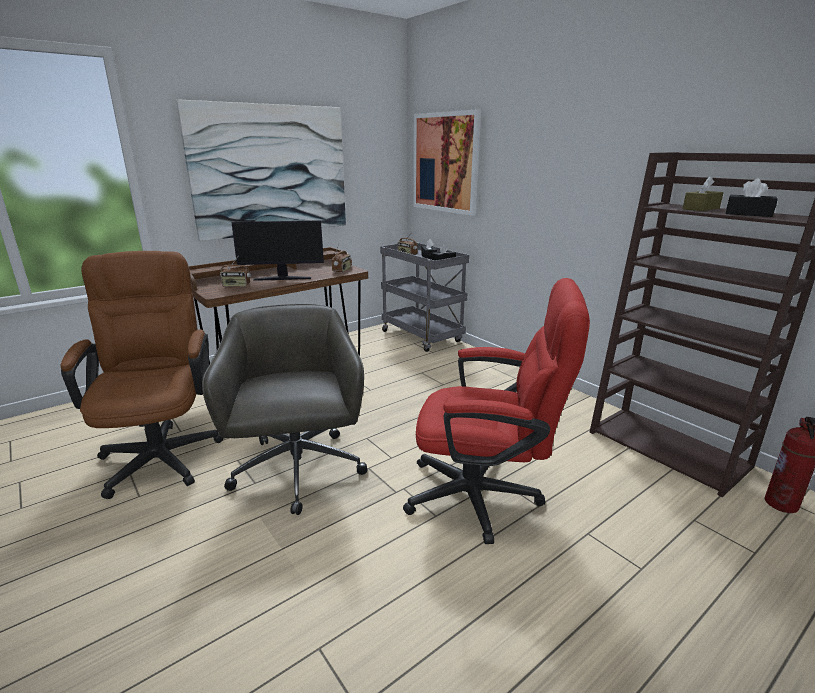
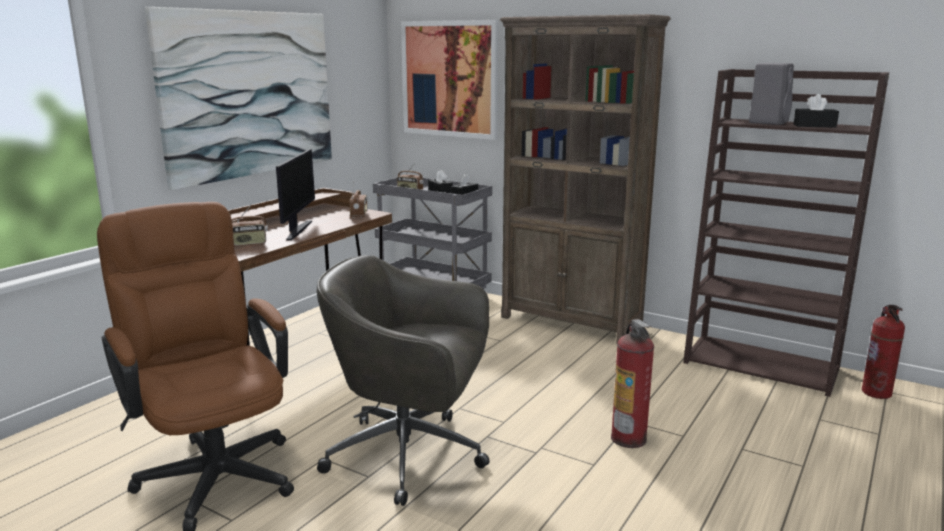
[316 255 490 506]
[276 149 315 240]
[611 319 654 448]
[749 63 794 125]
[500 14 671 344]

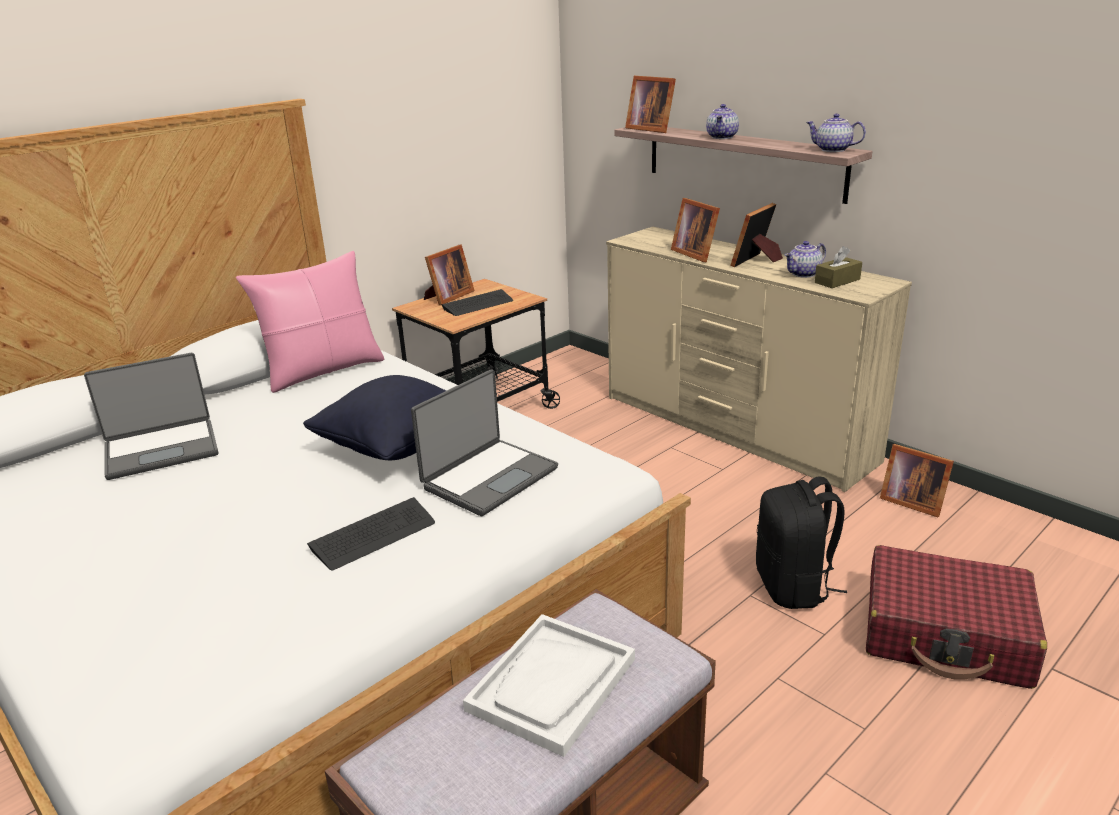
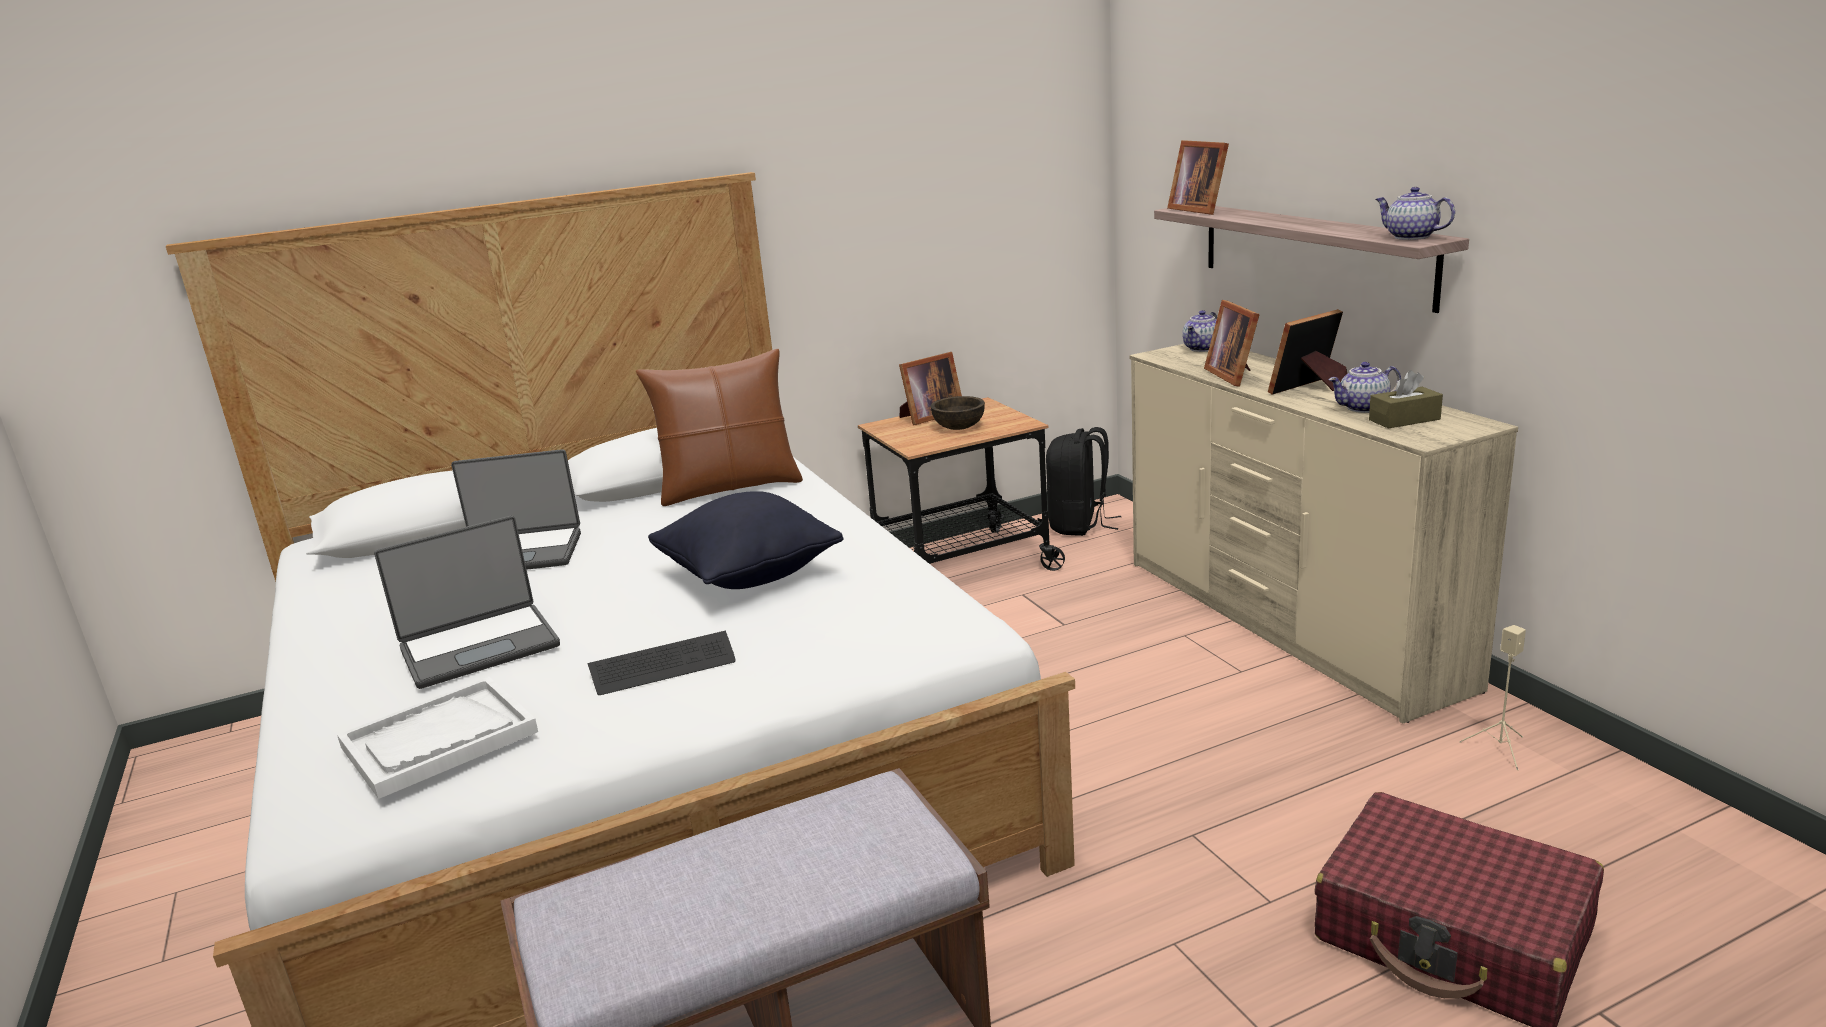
[636 349 803 506]
[374 516 560 689]
[931 396 985 430]
[337 677 538 799]
[1182 310 1217 352]
[1046 427 1122 536]
[1459 625 1526 770]

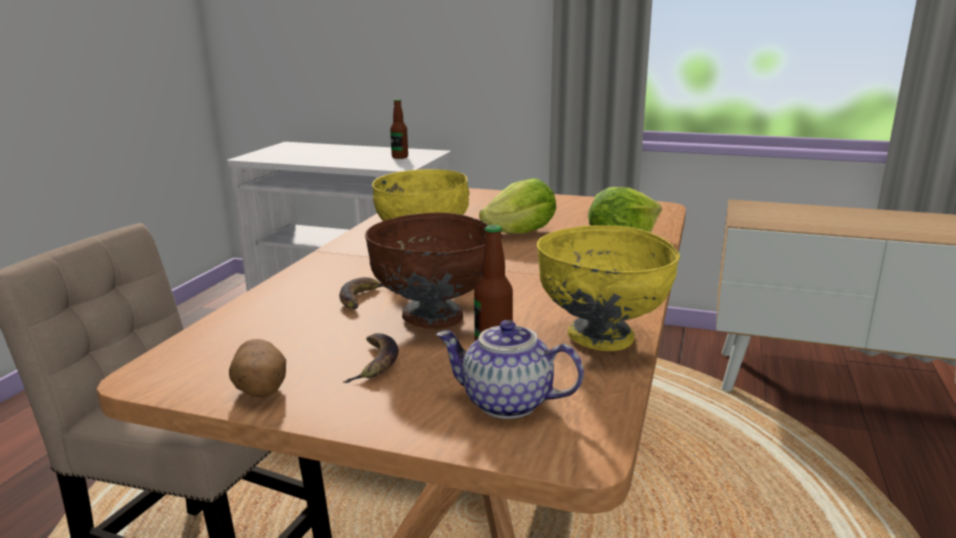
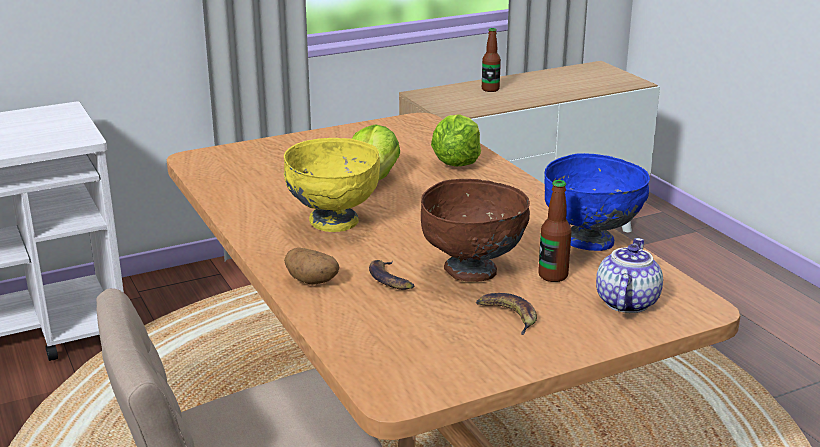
[284 248 339 285]
[482 28 501 92]
[596 238 663 313]
[545 153 650 251]

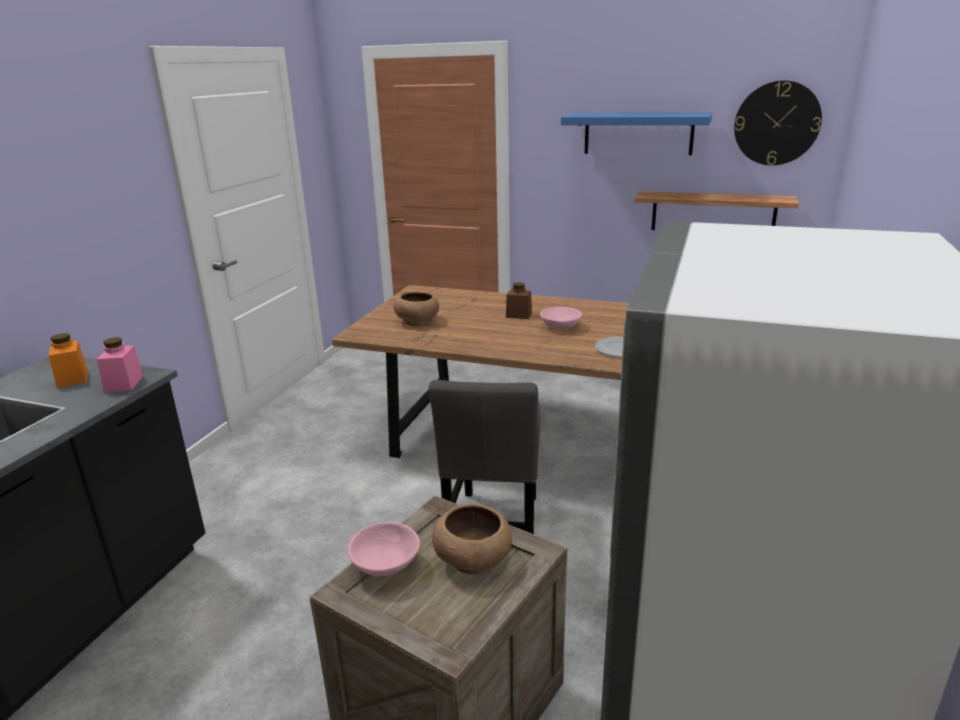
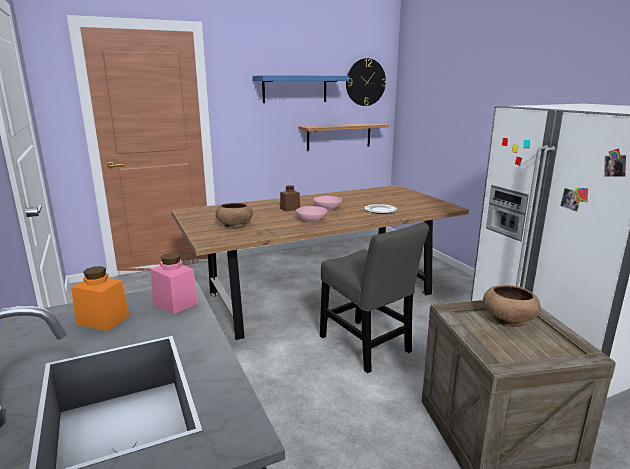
[296 206 327 222]

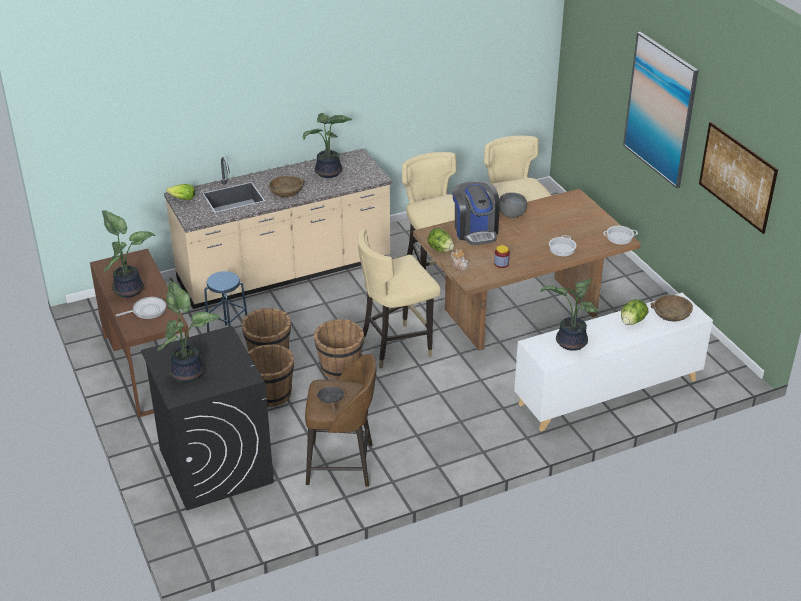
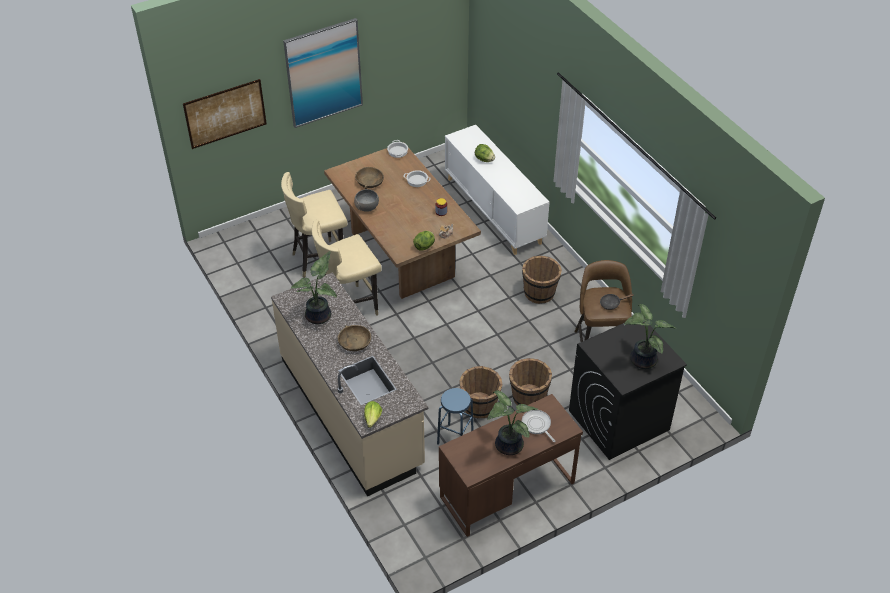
[522 256 562 304]
[358 228 441 369] (first image)
[452 181 500 245] (first image)
[540 279 599 351] (first image)
[355 167 384 189]
[183 79 267 149]

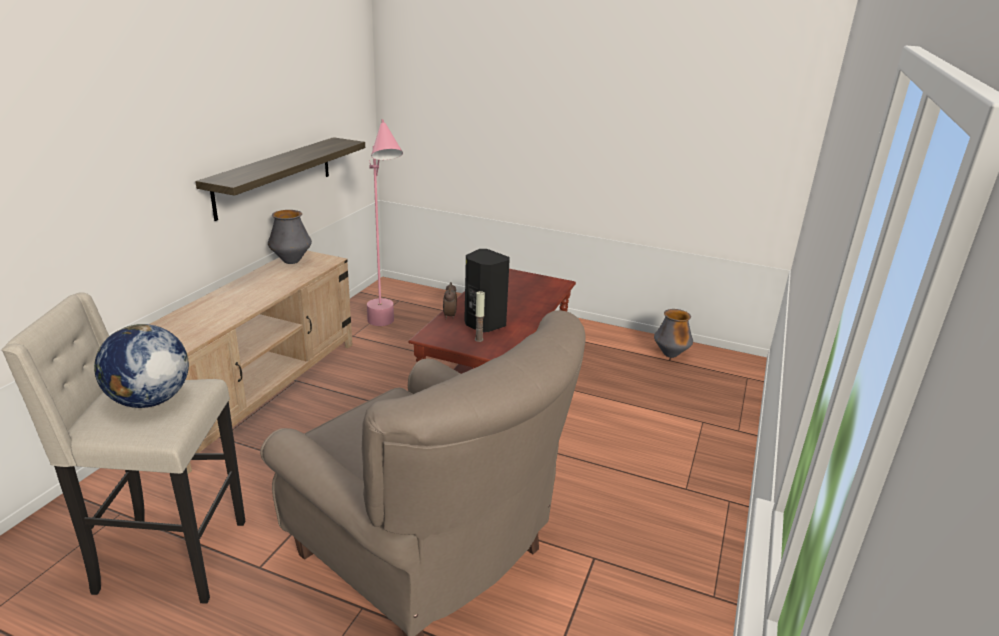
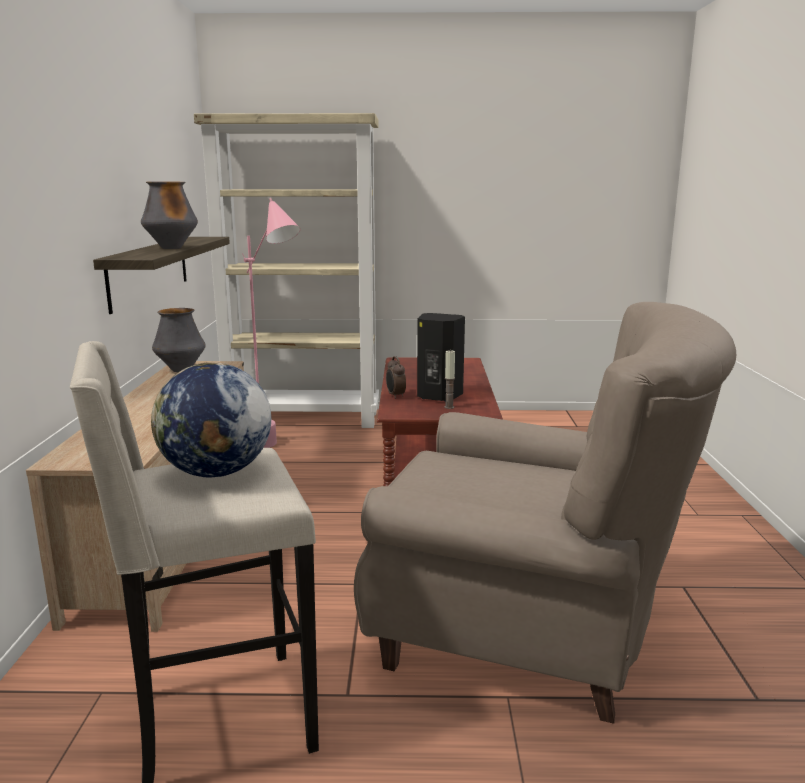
[141 182 198 249]
[194 113 379 428]

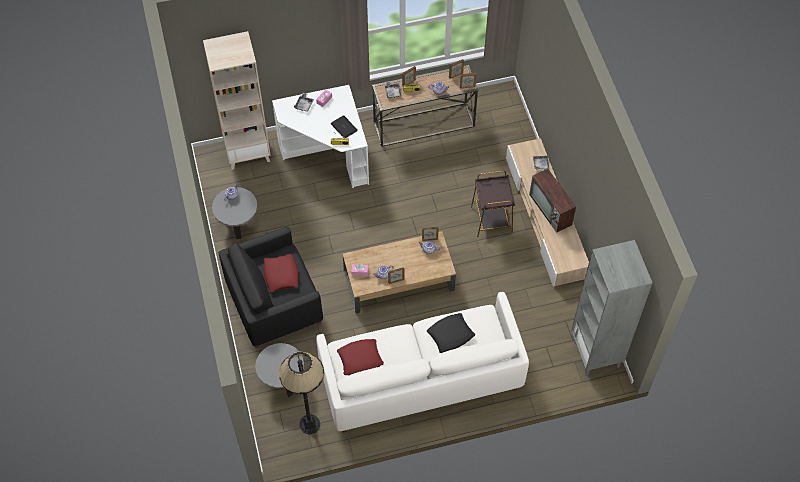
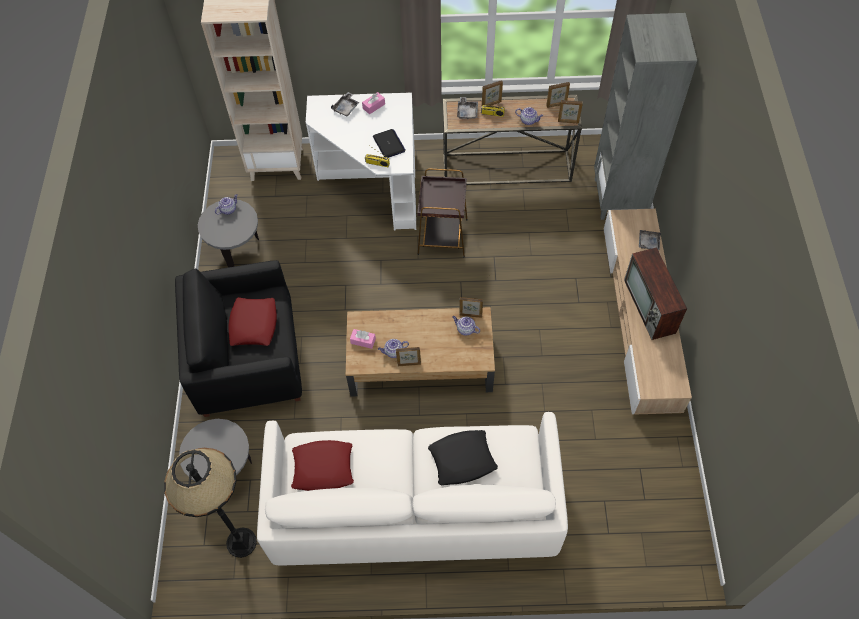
[417 168 468 257]
[594 13 697 220]

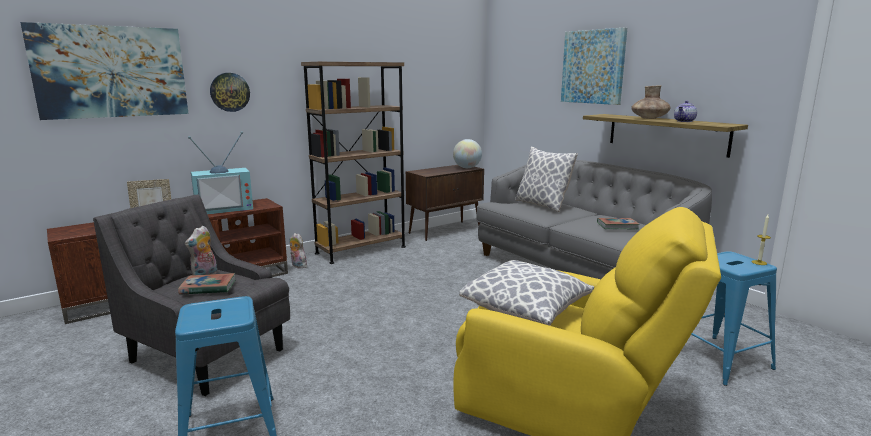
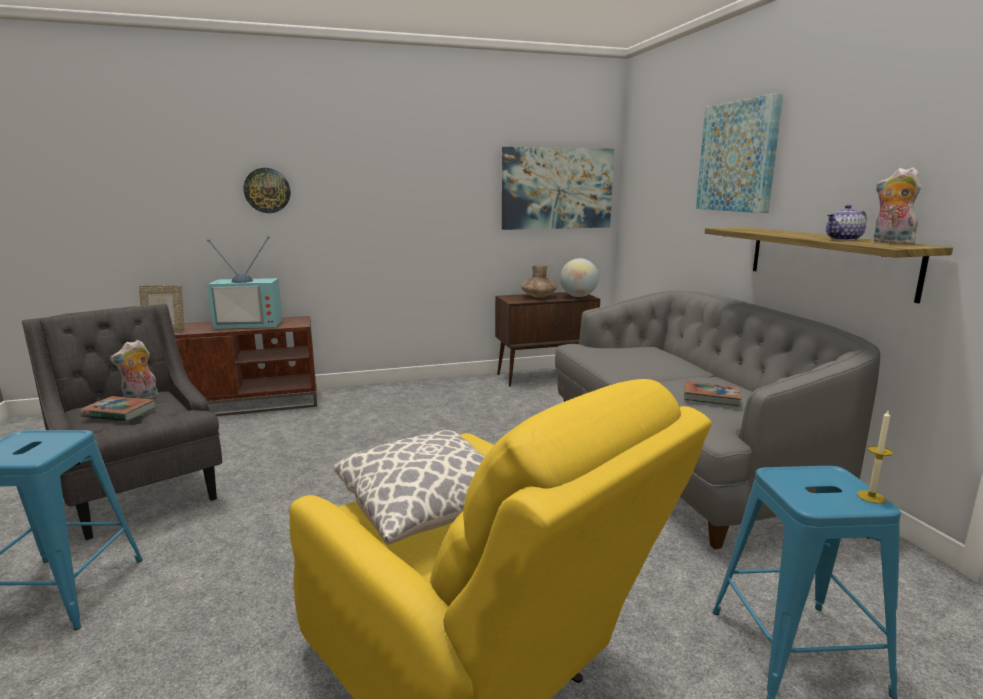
[502 147 614 230]
[874 167 921 244]
[301 62 406 264] (first image)
[515 147 578 212] (first image)
[521 265 557 298]

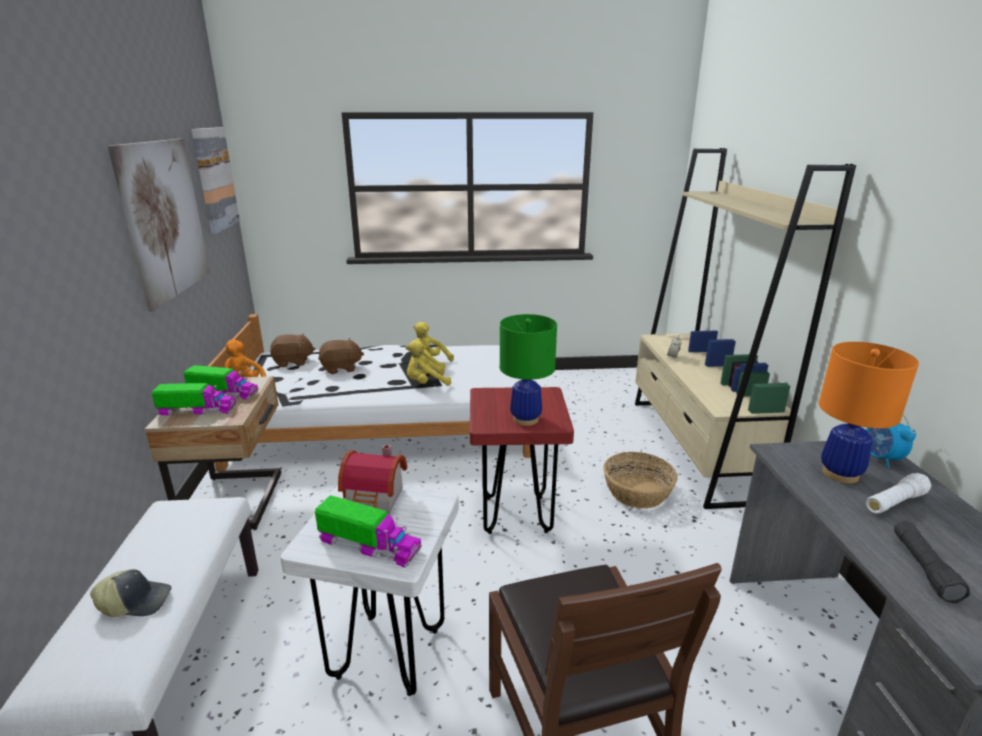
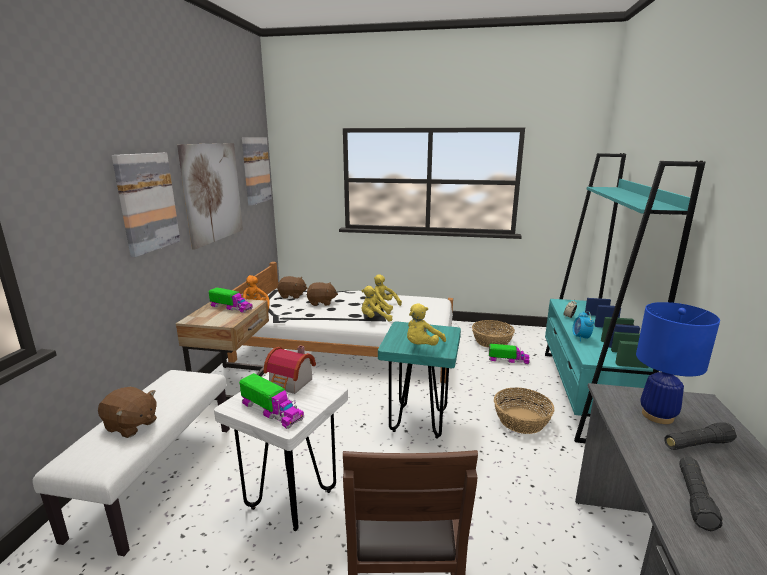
[98 387 157 438]
[489 344 530 364]
[378 321 461 439]
[407 303 446 346]
[545 153 705 443]
[636 302 720 424]
[573 311 594 342]
[664 422 737 450]
[112 153 180 257]
[472 320 515 348]

